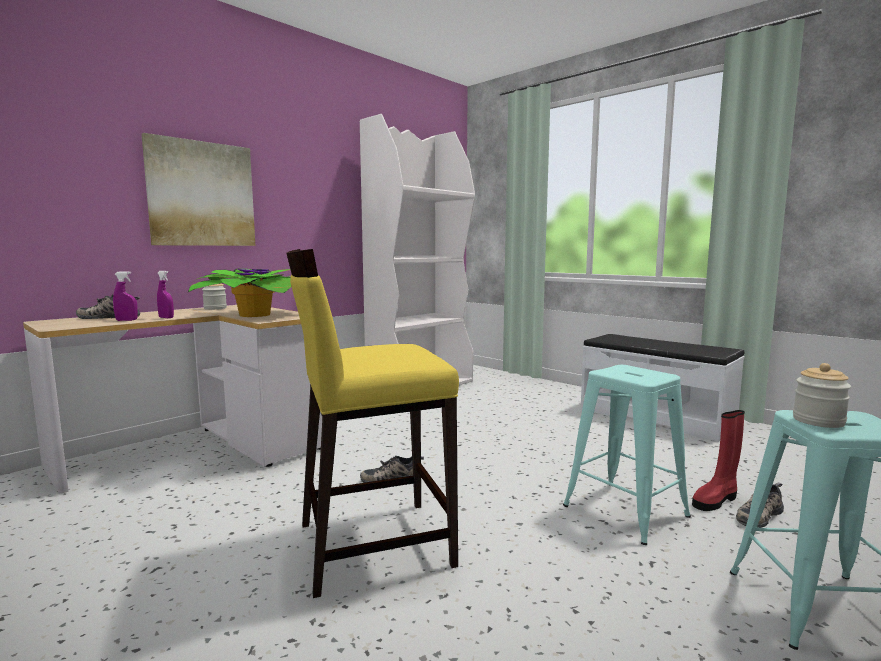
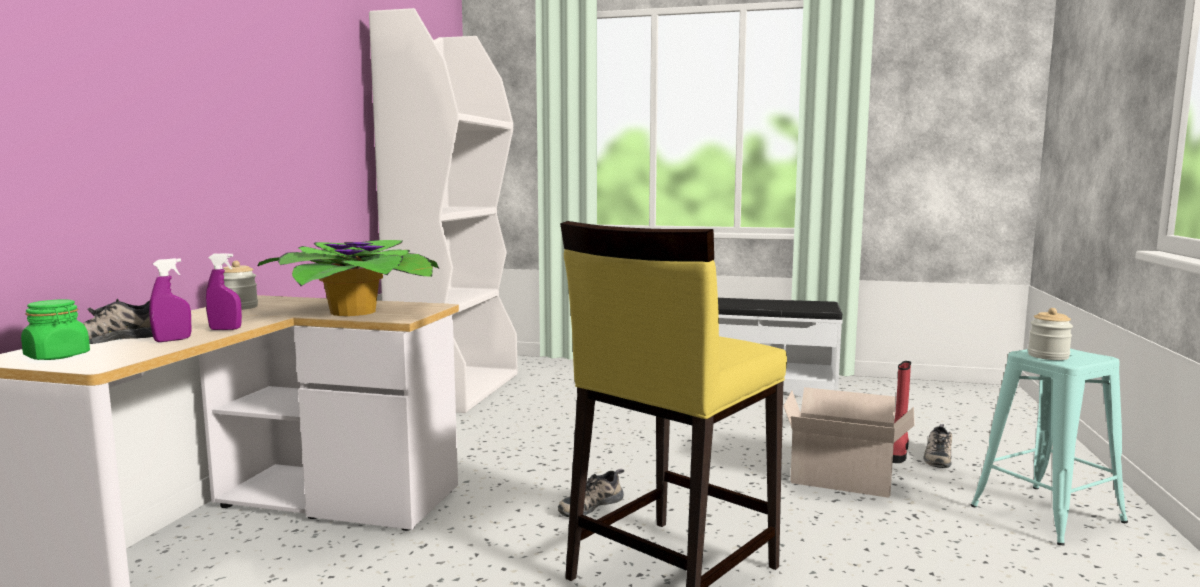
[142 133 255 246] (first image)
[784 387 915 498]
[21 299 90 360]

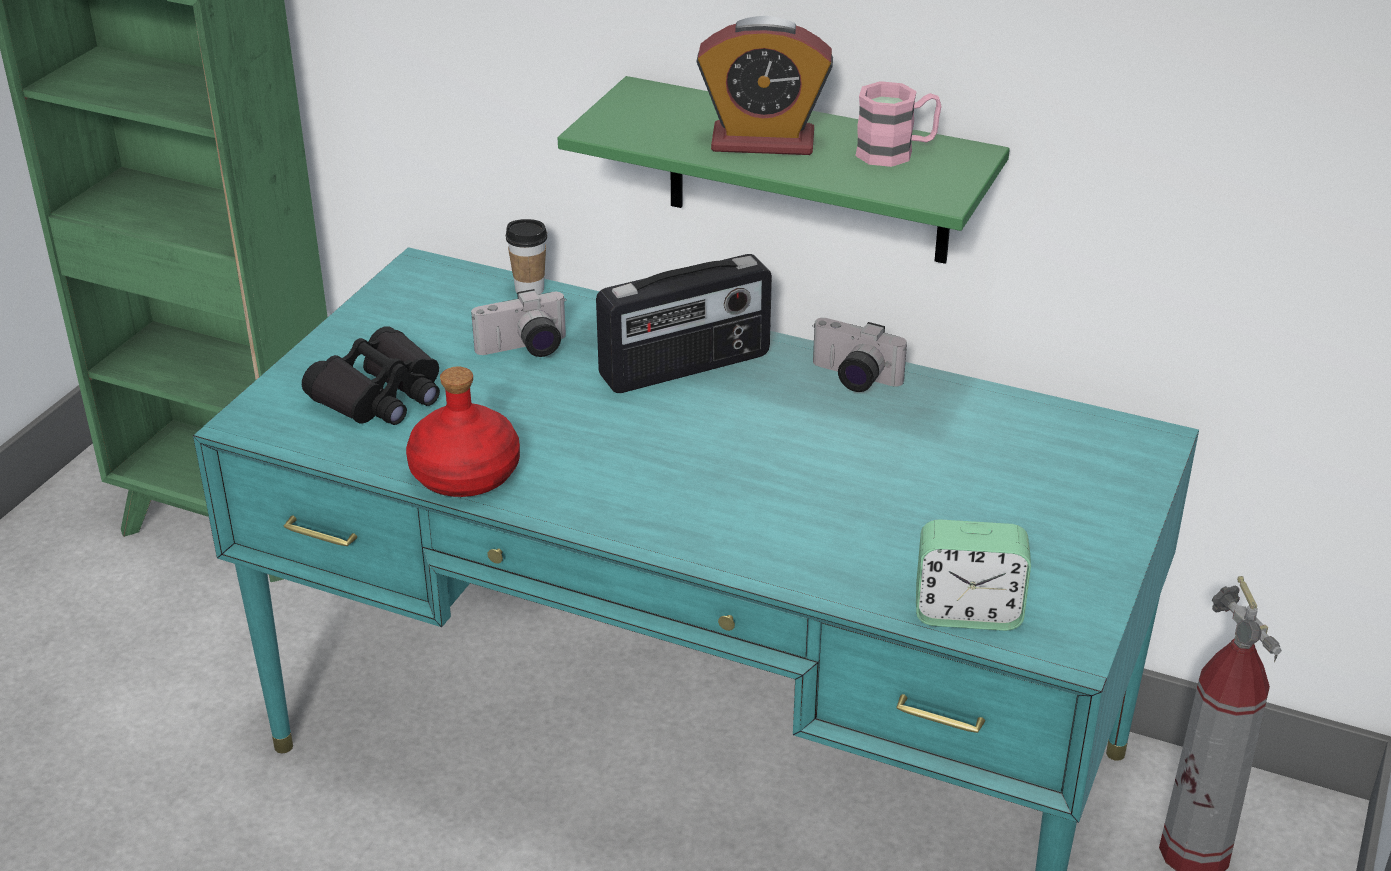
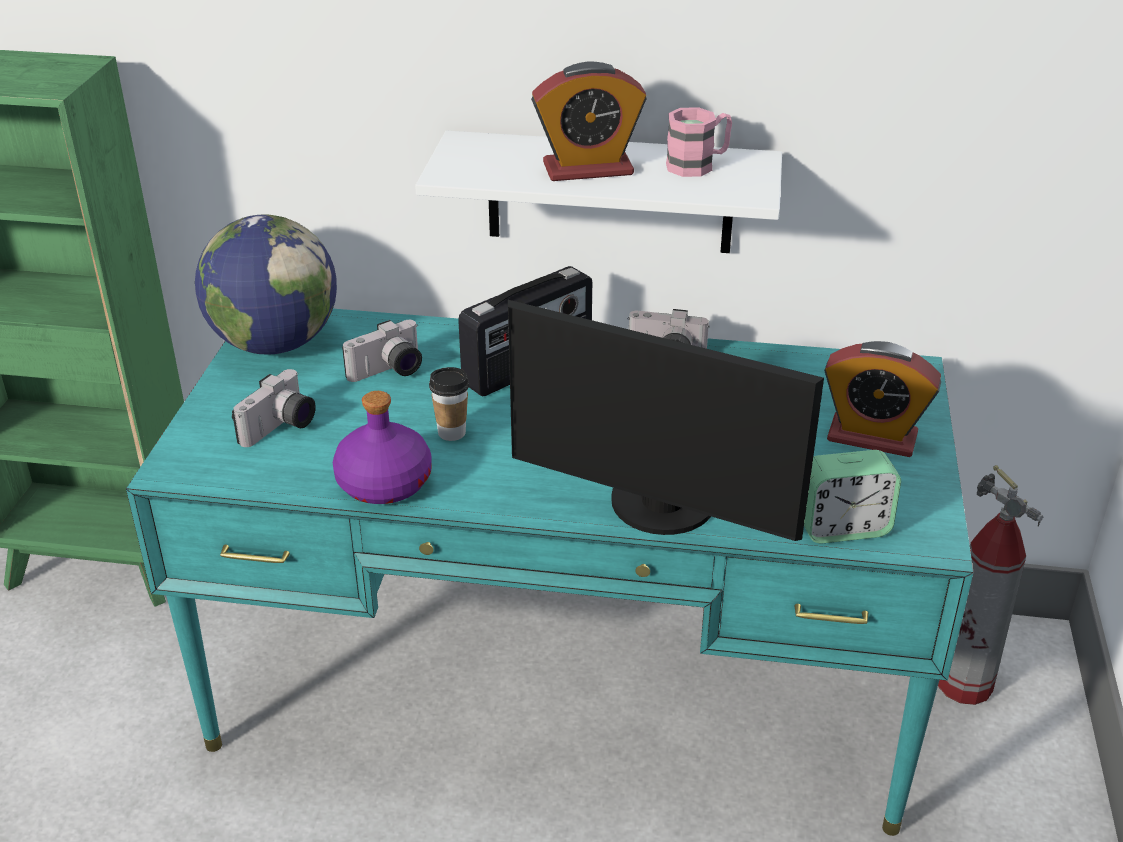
[232 369 316 447]
[333 391 432 504]
[429 367 469 441]
[415 131 782 253]
[195 215 337 354]
[508 300 824 541]
[824 341 941 457]

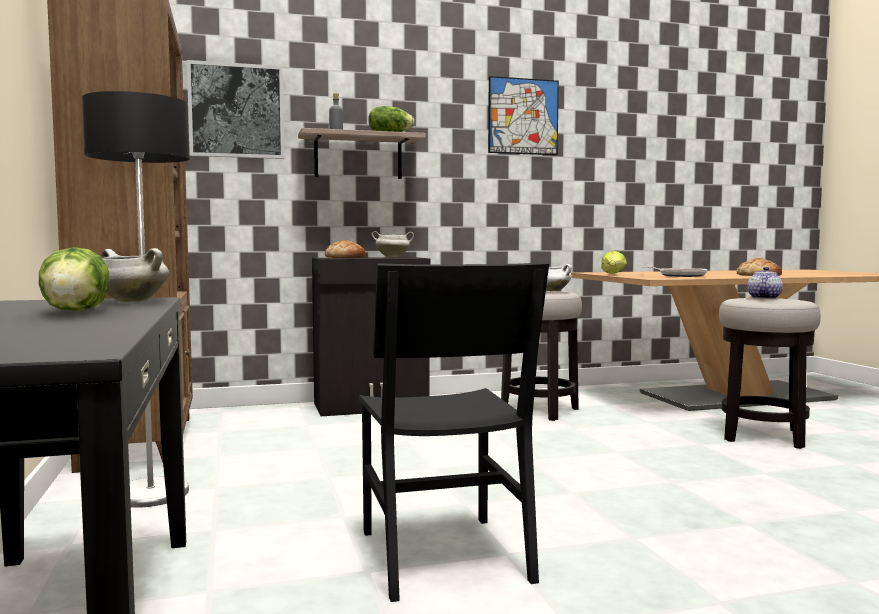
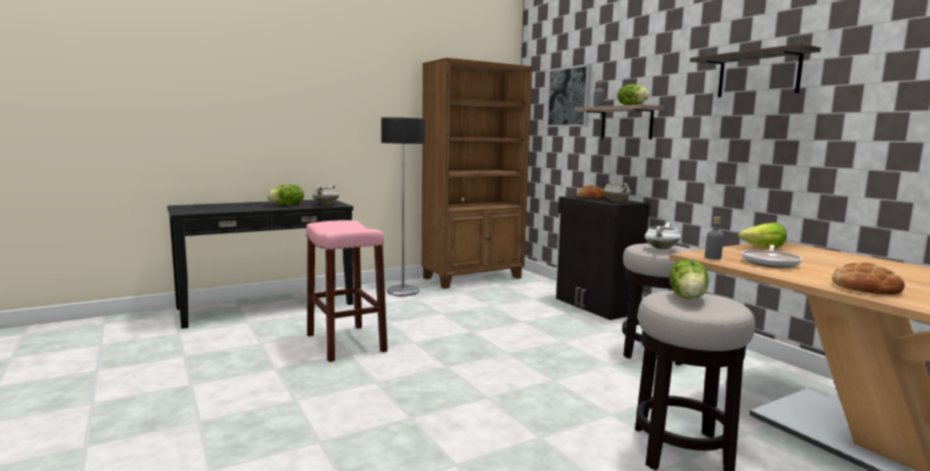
[306 220 388 362]
[690 44 821 97]
[669 259 709 299]
[705 217 724 260]

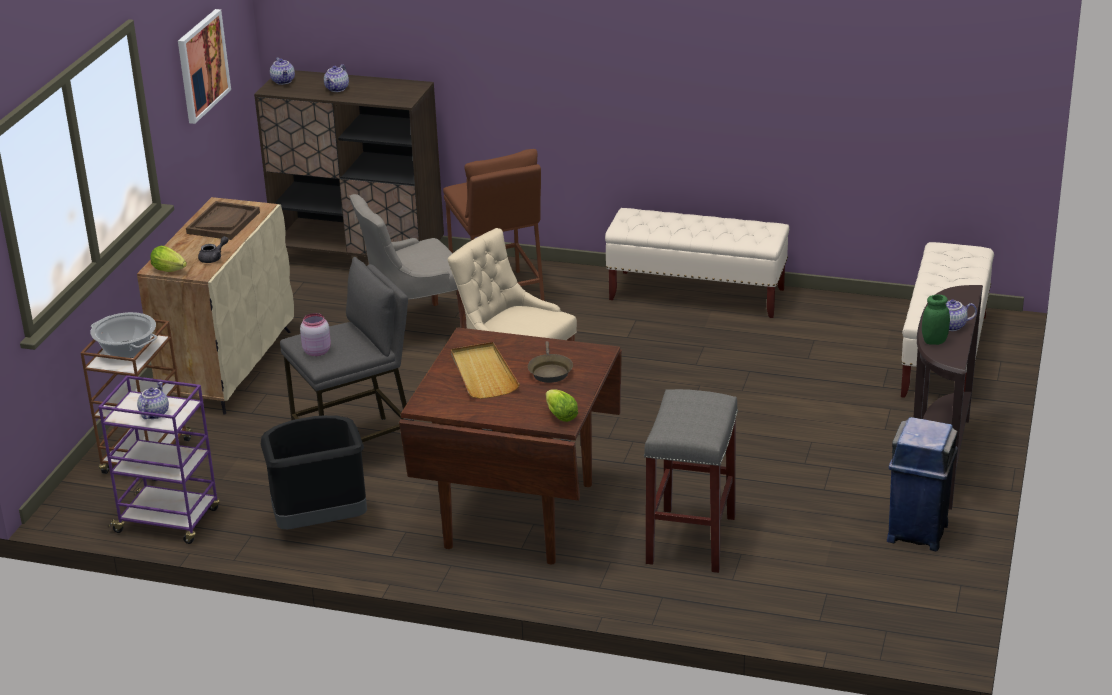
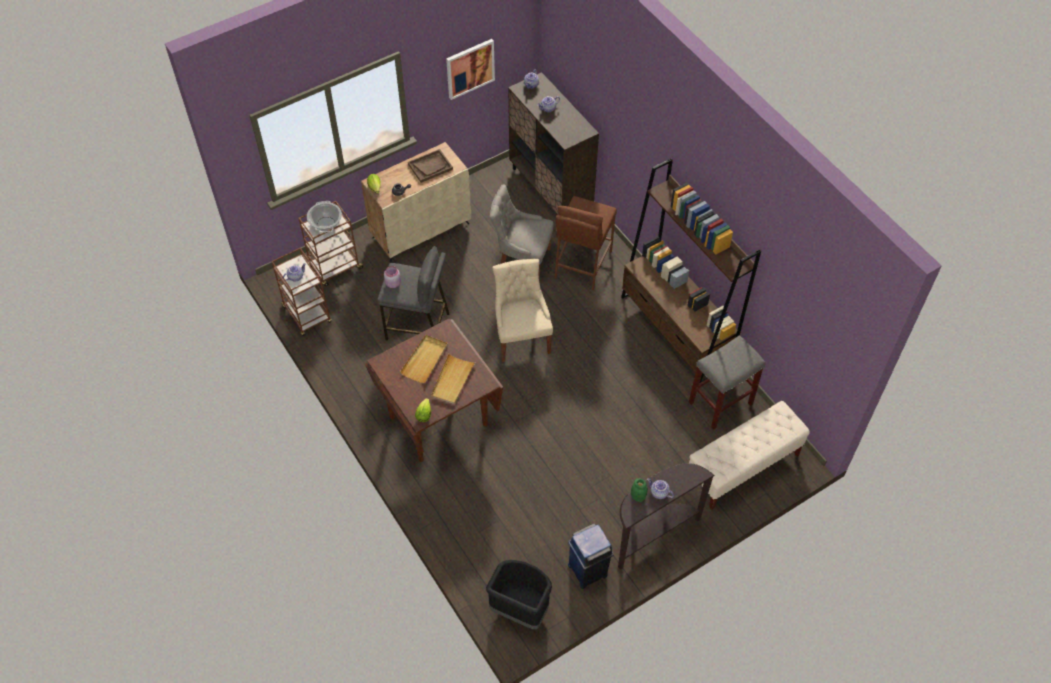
[271 248 332 336]
[486 560 552 629]
[431 354 476 404]
[621 158 761 384]
[689 335 766 430]

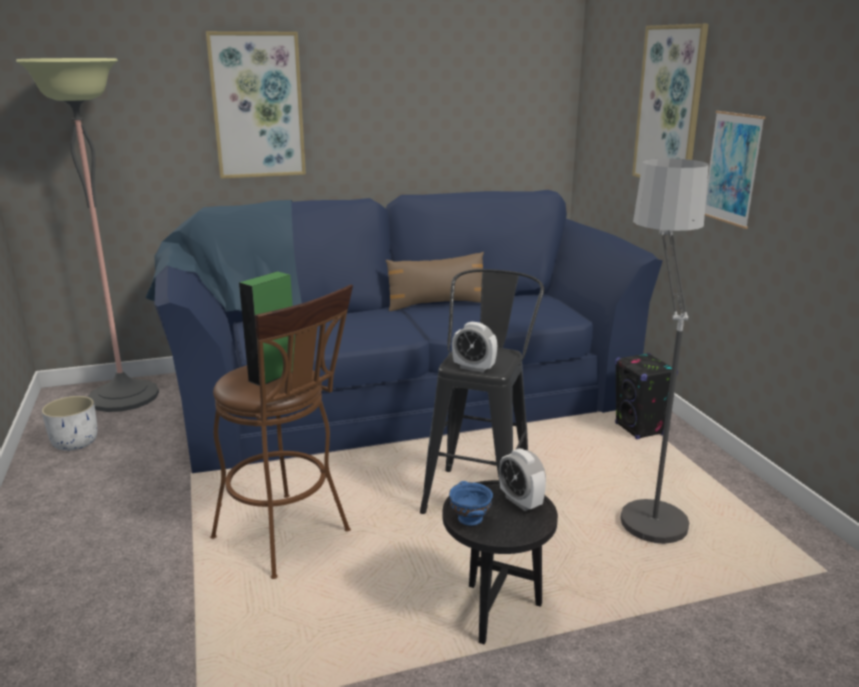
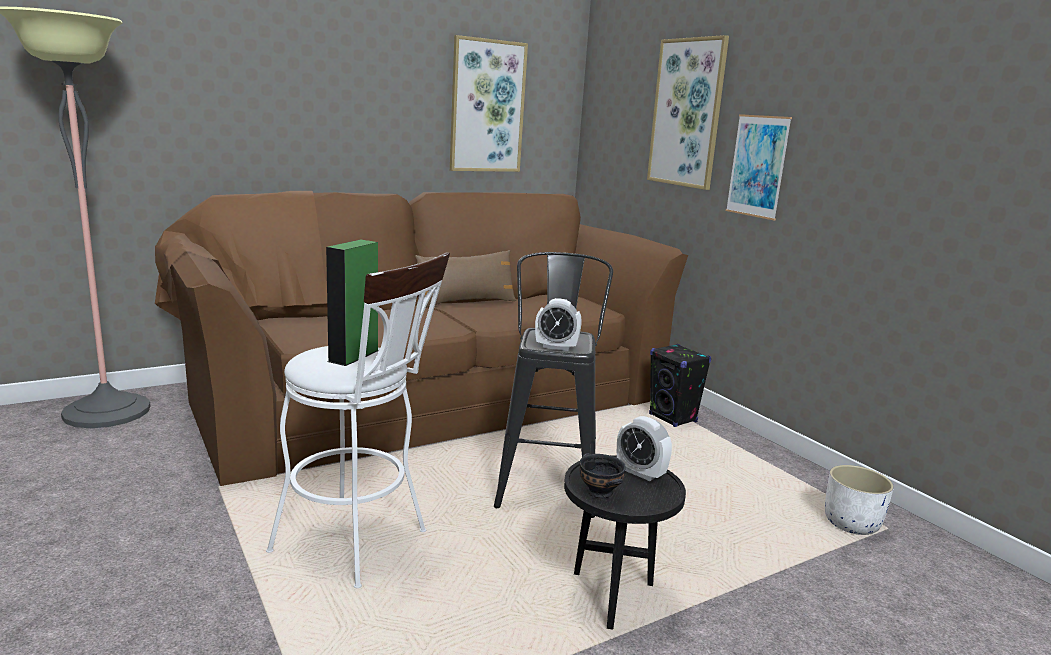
[825 465 894 535]
[155 191 688 486]
[450 35 528 172]
[266 252 450 588]
[579 453 626 498]
[621 158 709 544] (first image)

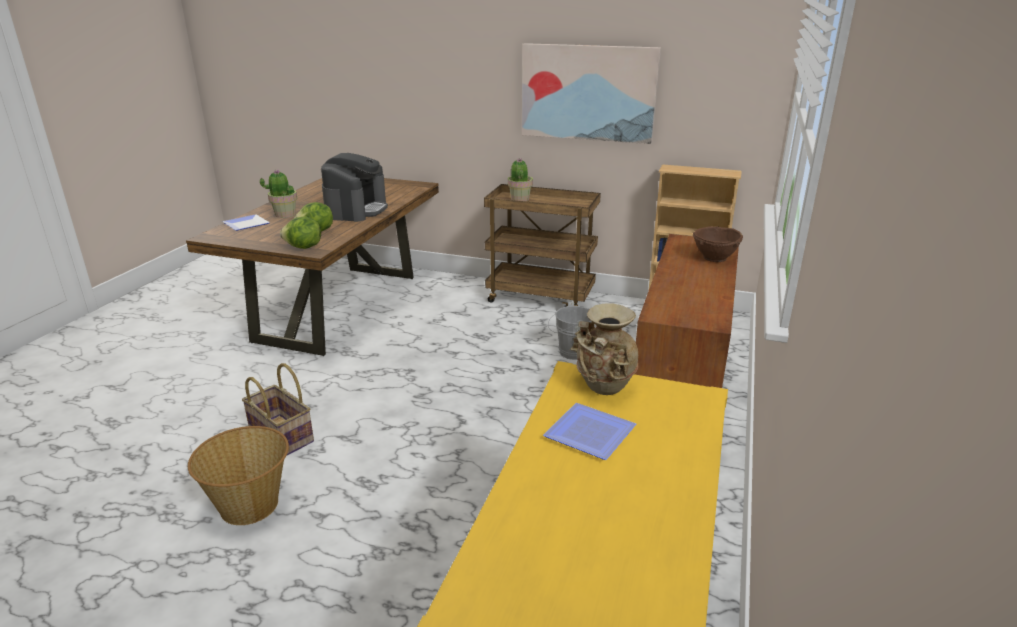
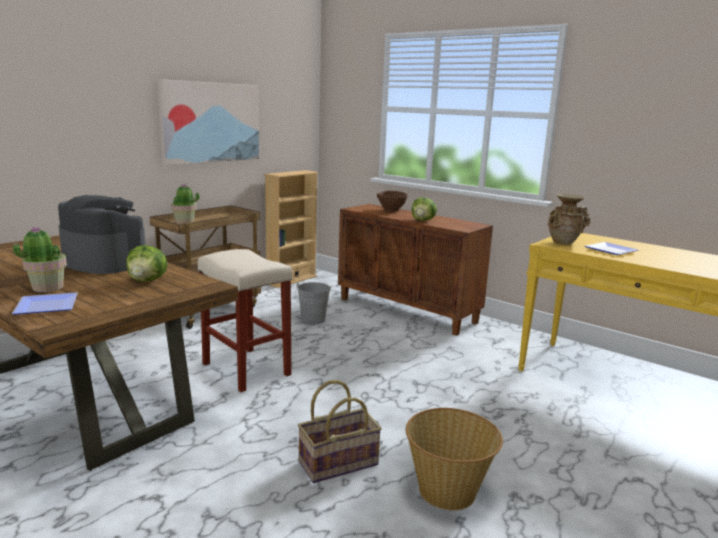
[412 197 437 221]
[198 249 292 392]

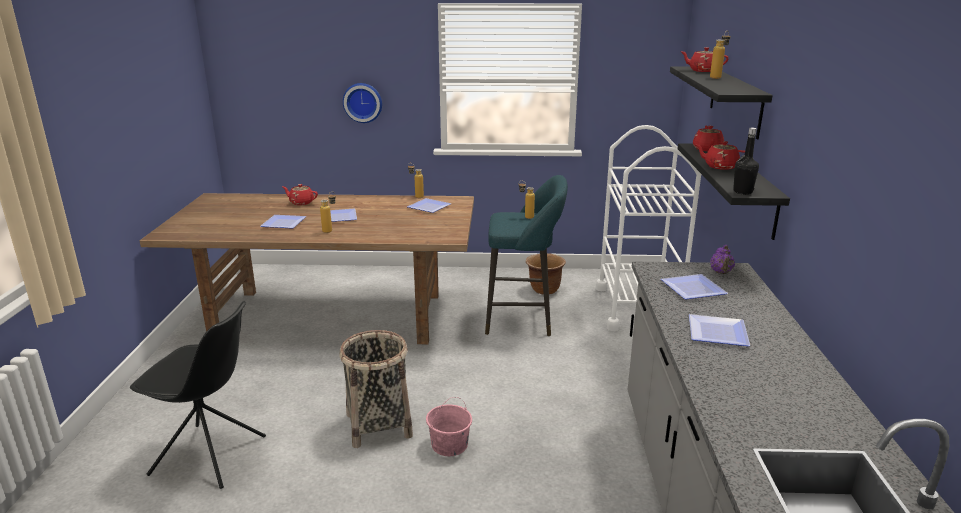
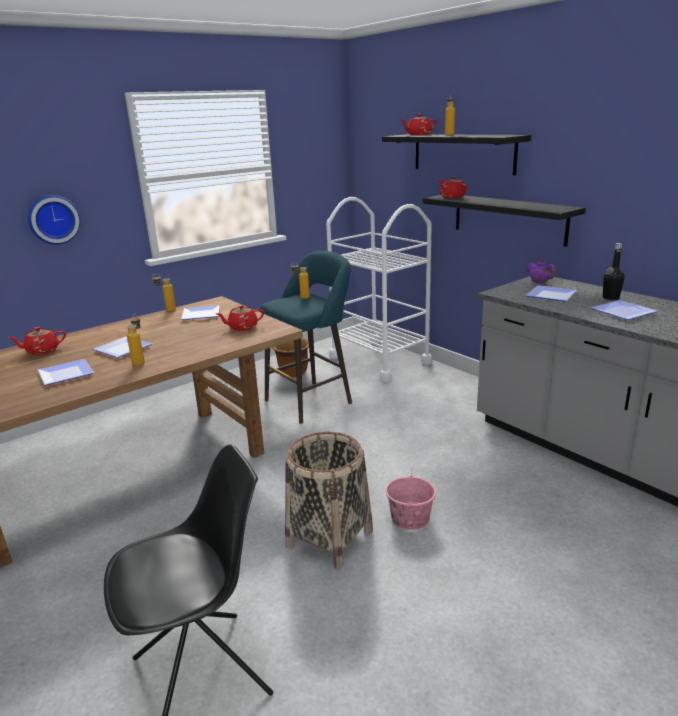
[216 305 264 331]
[603 243 625 300]

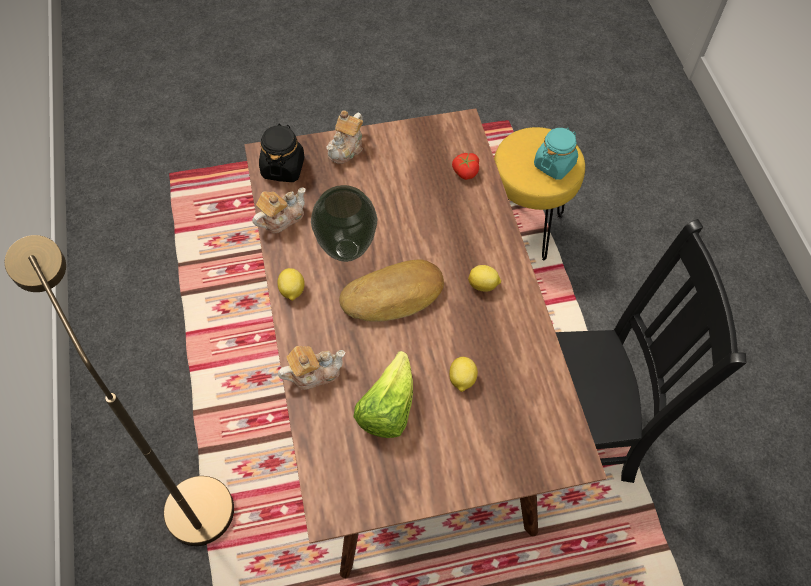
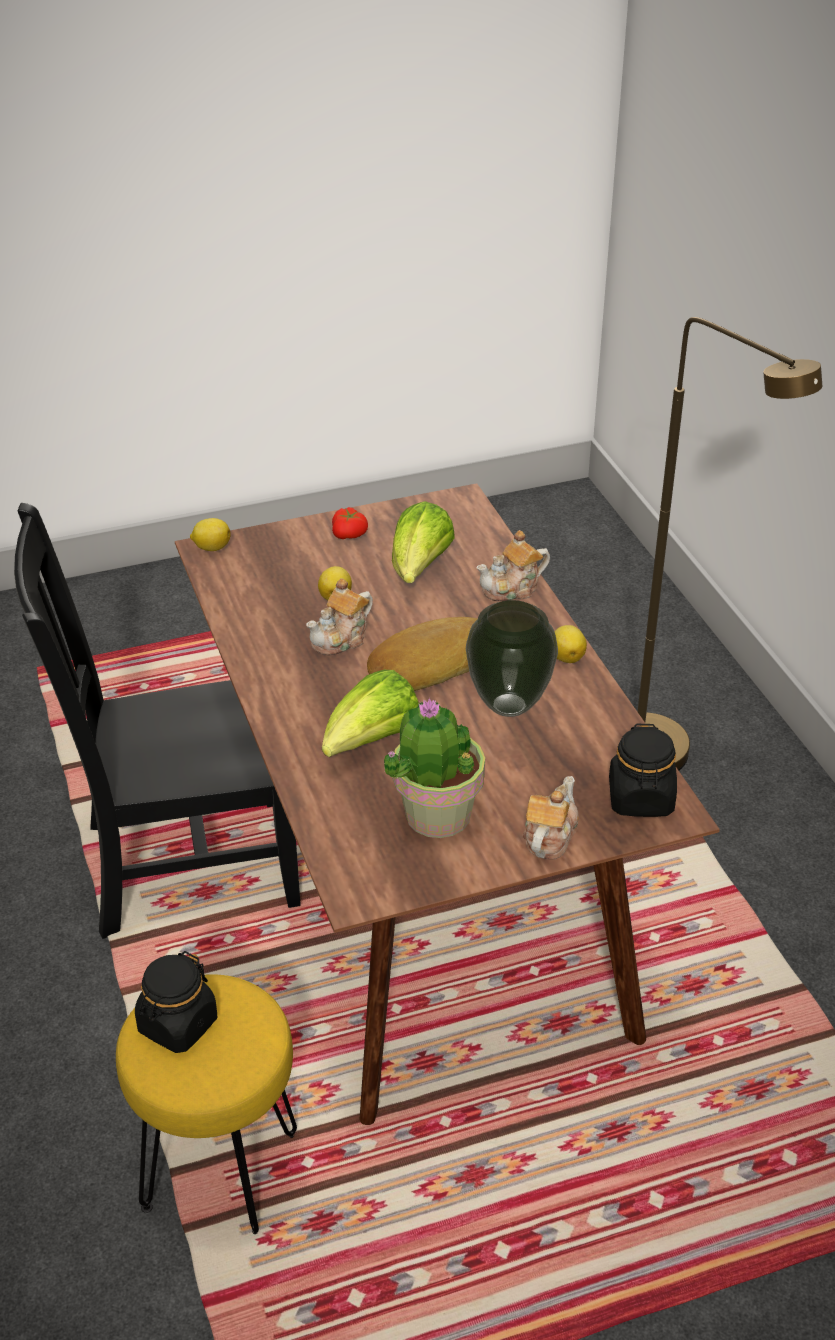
[306 578 373 656]
[332 507 368 539]
[190 518 231 551]
[135 951 217 1053]
[322 670 419 757]
[383 698 485 838]

